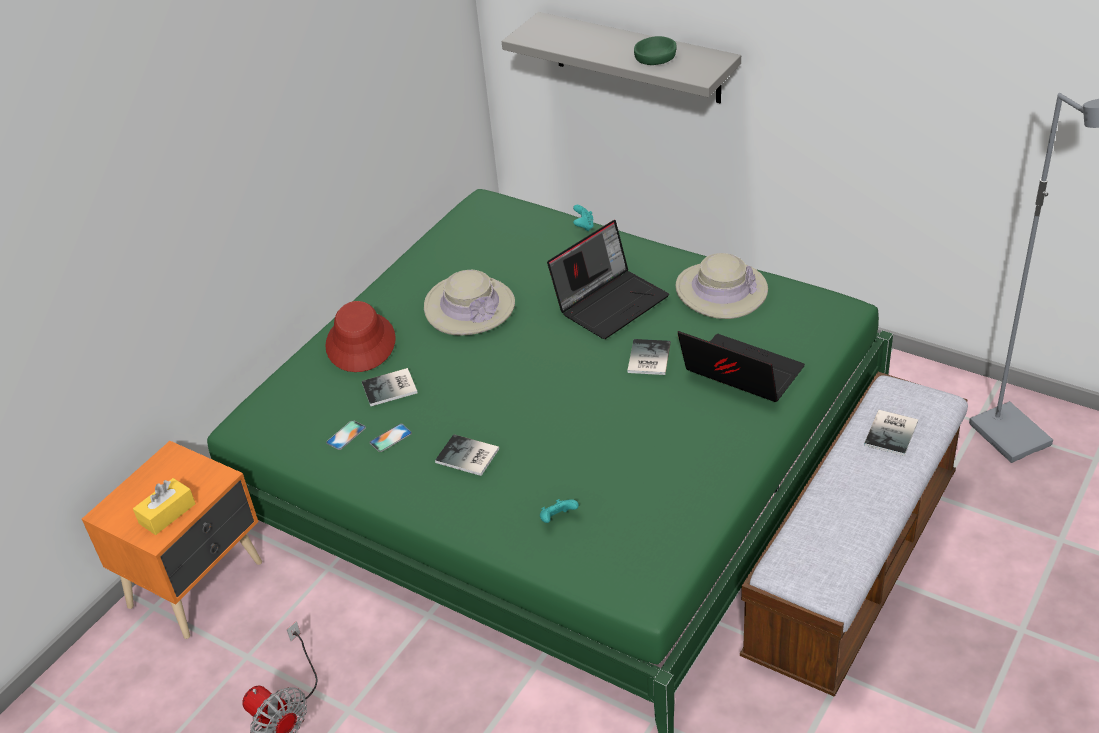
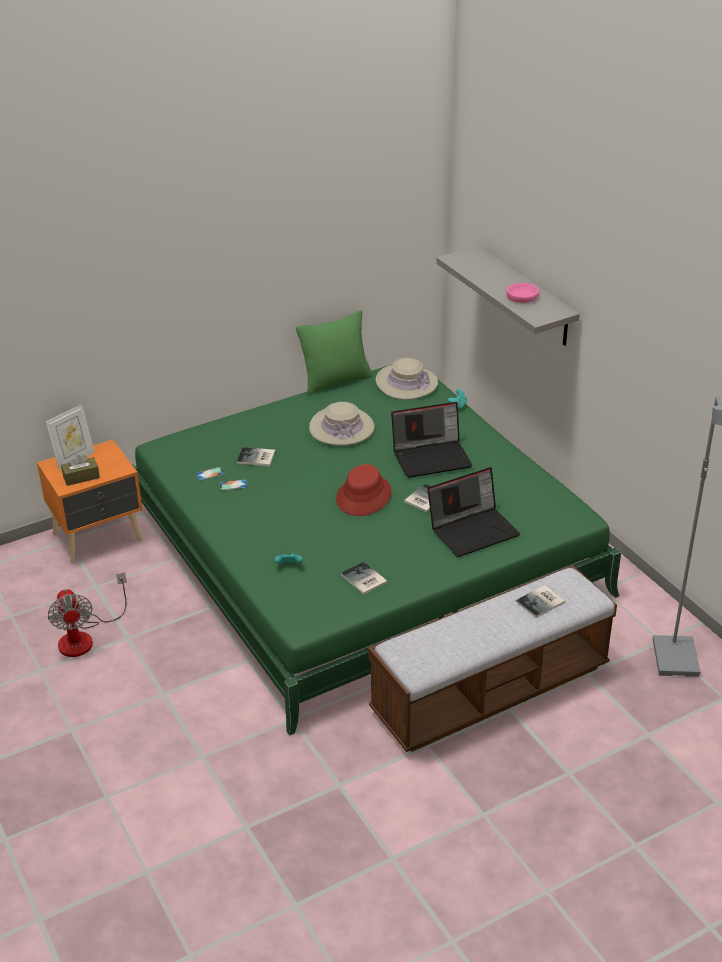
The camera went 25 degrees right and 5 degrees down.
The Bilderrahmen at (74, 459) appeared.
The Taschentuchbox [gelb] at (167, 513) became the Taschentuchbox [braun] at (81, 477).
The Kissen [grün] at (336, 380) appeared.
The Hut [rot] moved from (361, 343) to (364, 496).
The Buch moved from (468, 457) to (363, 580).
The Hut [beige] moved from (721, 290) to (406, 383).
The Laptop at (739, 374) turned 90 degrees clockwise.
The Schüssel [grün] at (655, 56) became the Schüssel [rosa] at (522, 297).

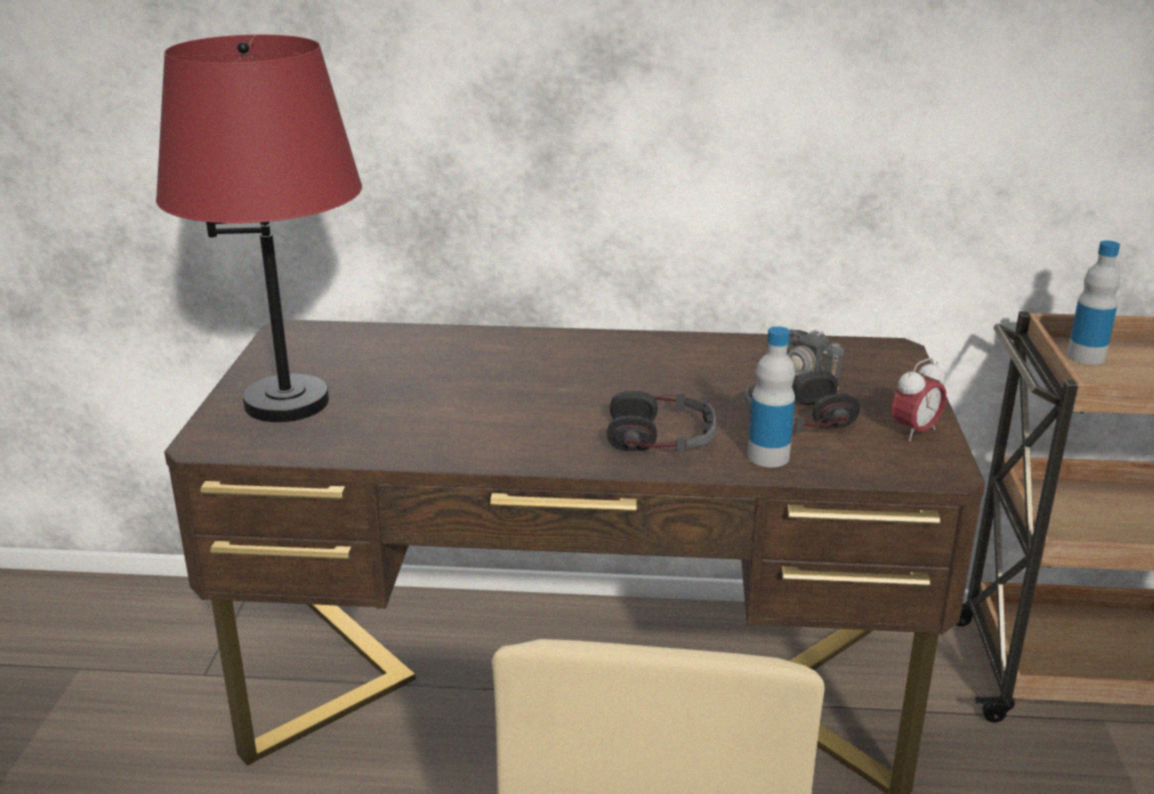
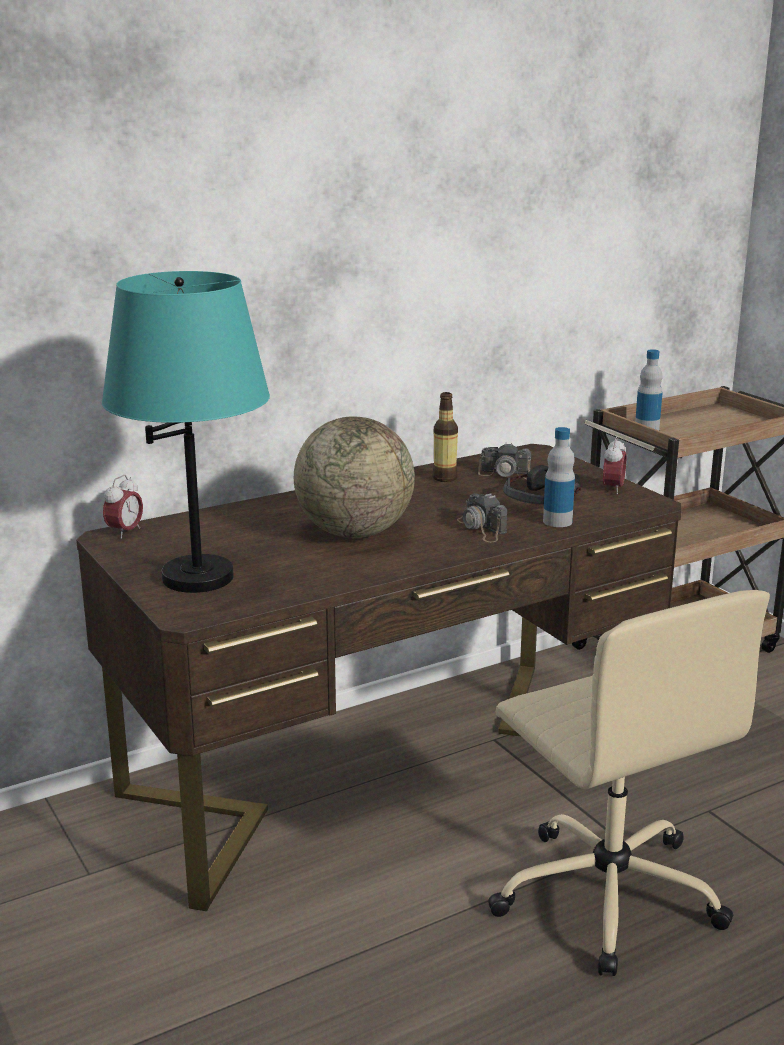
The camera went 35 degrees left and 5 degrees down.
The Tischlampe [rot] at (288, 402) became the Tischlampe [türkis] at (198, 577).
The Wecker at (125, 532) appeared.
The Globus at (354, 533) appeared.
The Flasche at (444, 478) appeared.
The Kopfhörer at (661, 437) was replaced by the Kamera at (482, 528).

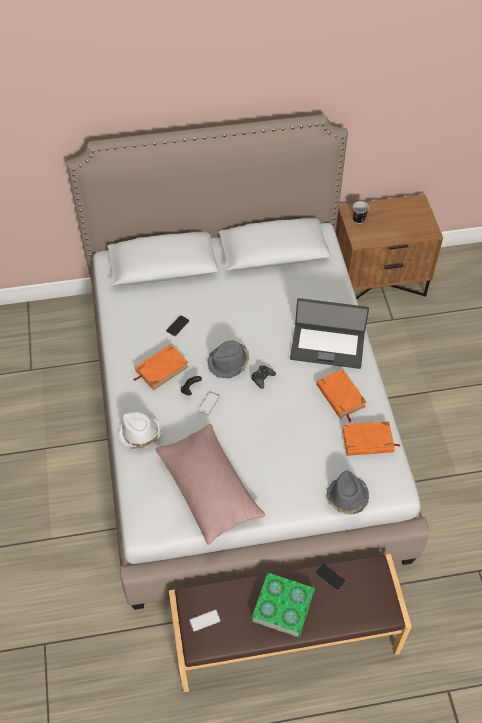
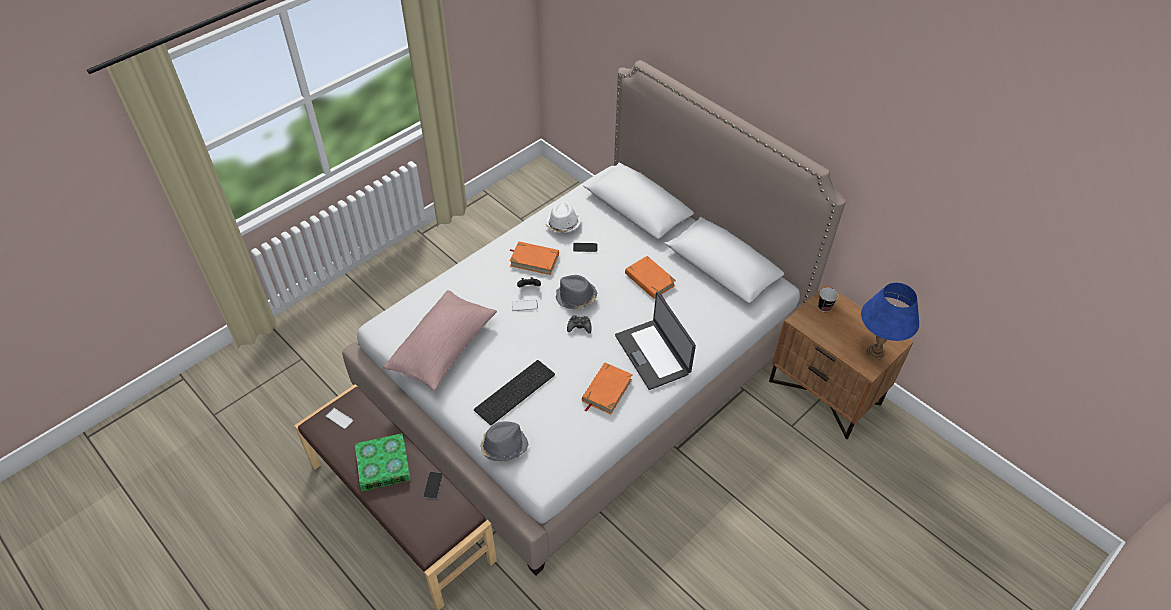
The camera went 55 degrees right and 5 degrees down.
The Tastatur at (515, 393) appeared.
The Hut [weiß] moved from (139, 434) to (563, 224).
The Buch [orange] moved from (368, 441) to (649, 280).
The Tischlampe [blau] at (875, 353) appeared.

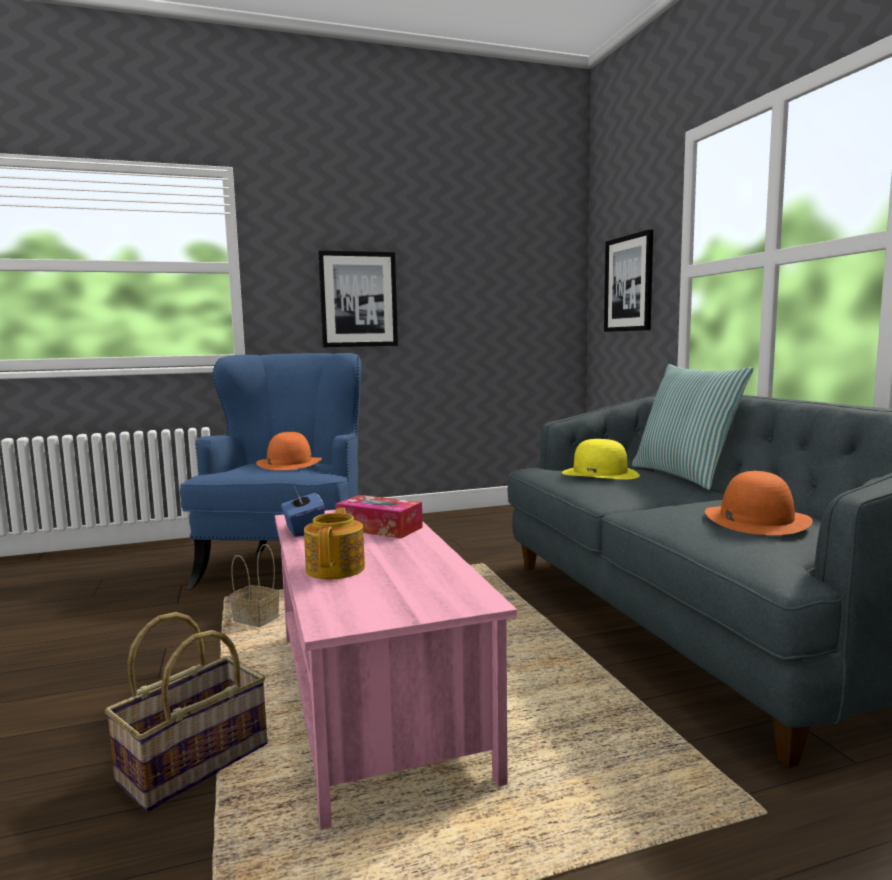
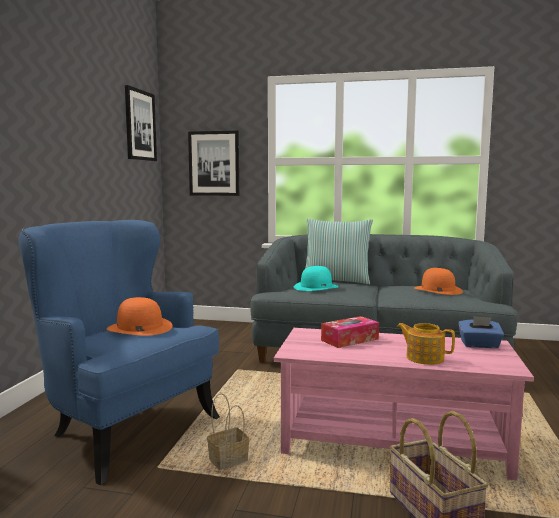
The camera went 60 degrees left and 0 degrees up.
The Bild moved from (358, 299) to (140, 125).
The Hut [gelb] at (600, 473) became the Hut [türkis] at (316, 287).
The Taschentuchbox [blau] moved from (303, 530) to (479, 345).

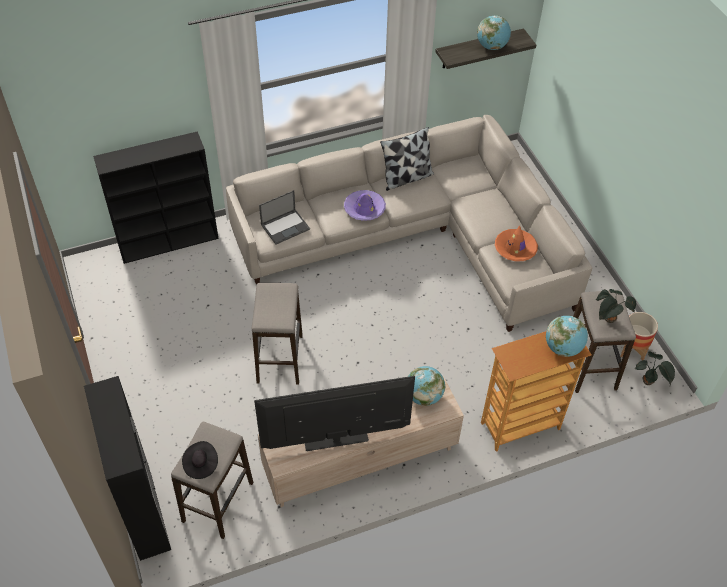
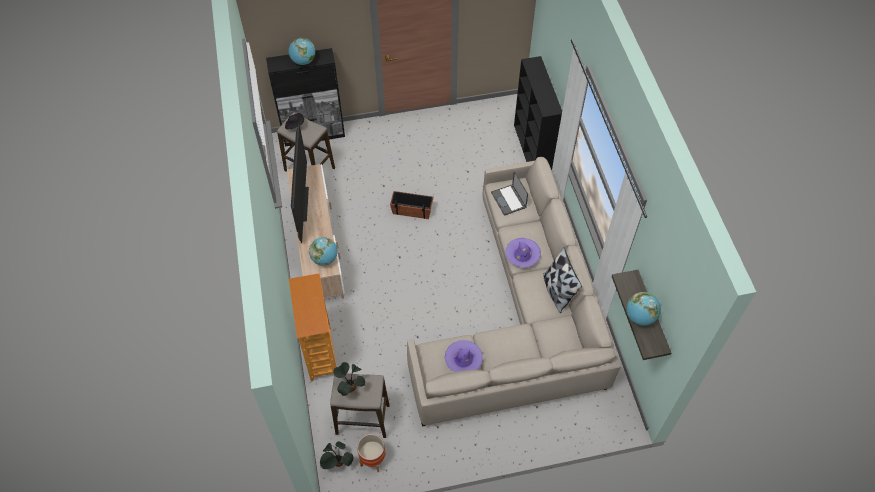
The camera went 100 degrees right and 5 degrees up.
The Globus moved from (563, 348) to (303, 61).
The Hocker at (280, 359) was replaced by the Pflanzkübel at (412, 210).
The Hut [orange] at (515, 249) became the Hut [lila] at (463, 359).

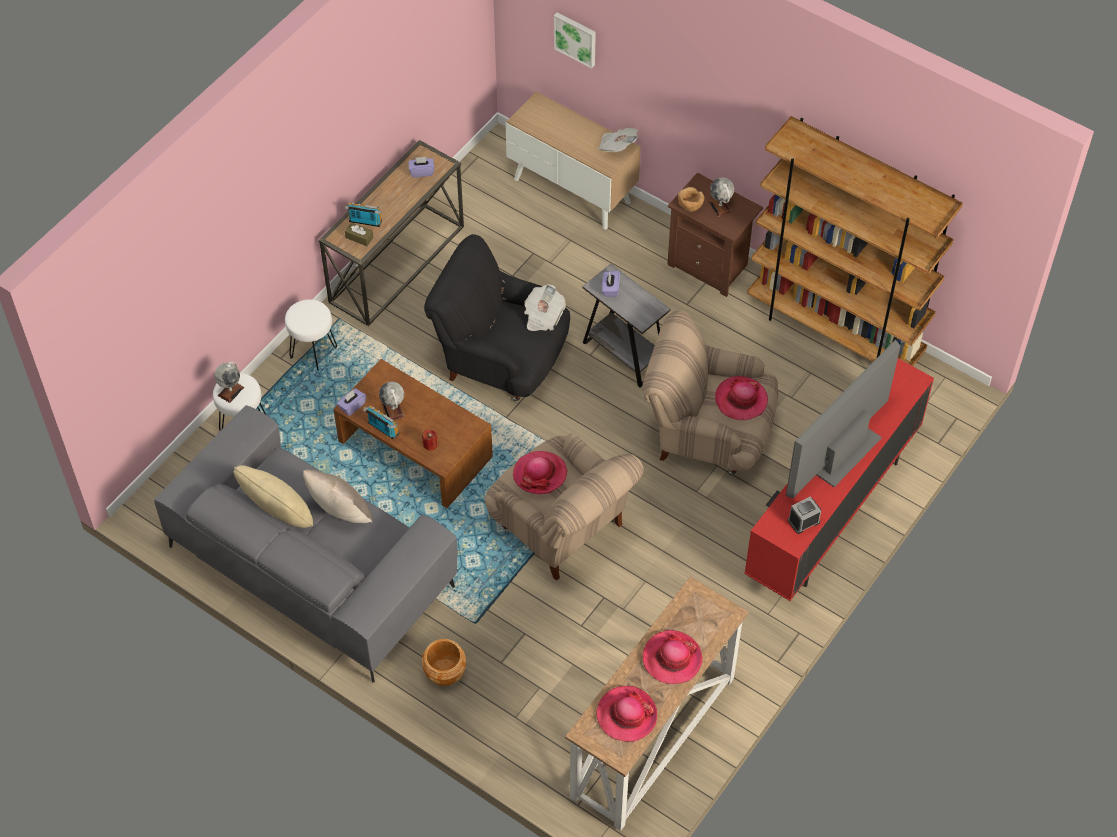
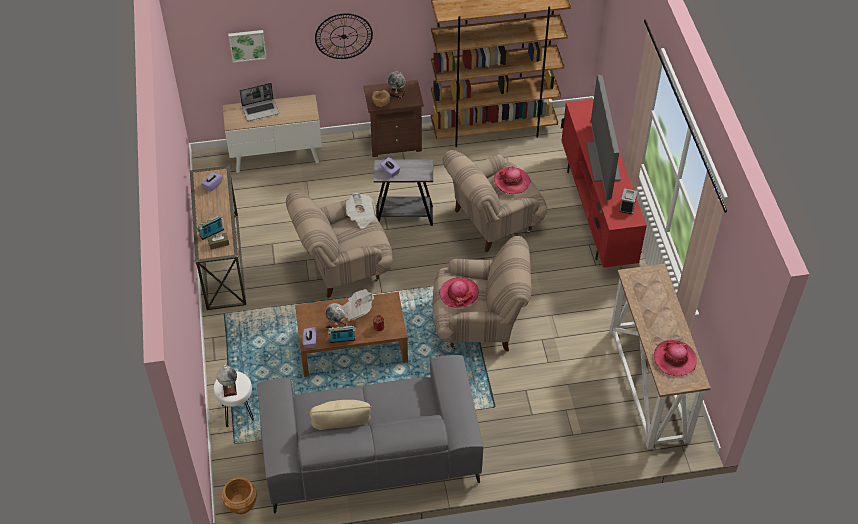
The camera went 45 degrees left and 5 degrees down.
The Pflanzkübel [braun] moved from (444, 673) to (241, 504).
The Laptop at (261, 110) appeared.
The Sessel [schwarz] at (501, 360) became the Sessel [beige] at (343, 266).
The Wanduhr at (343, 36) appeared.
The Zeitung moved from (617, 147) to (357, 310).
The Hocker [weiß] at (313, 352) disappeared.
The Kissen [beige] at (340, 513) disappeared.
The Hut at (672, 659) disappeared.

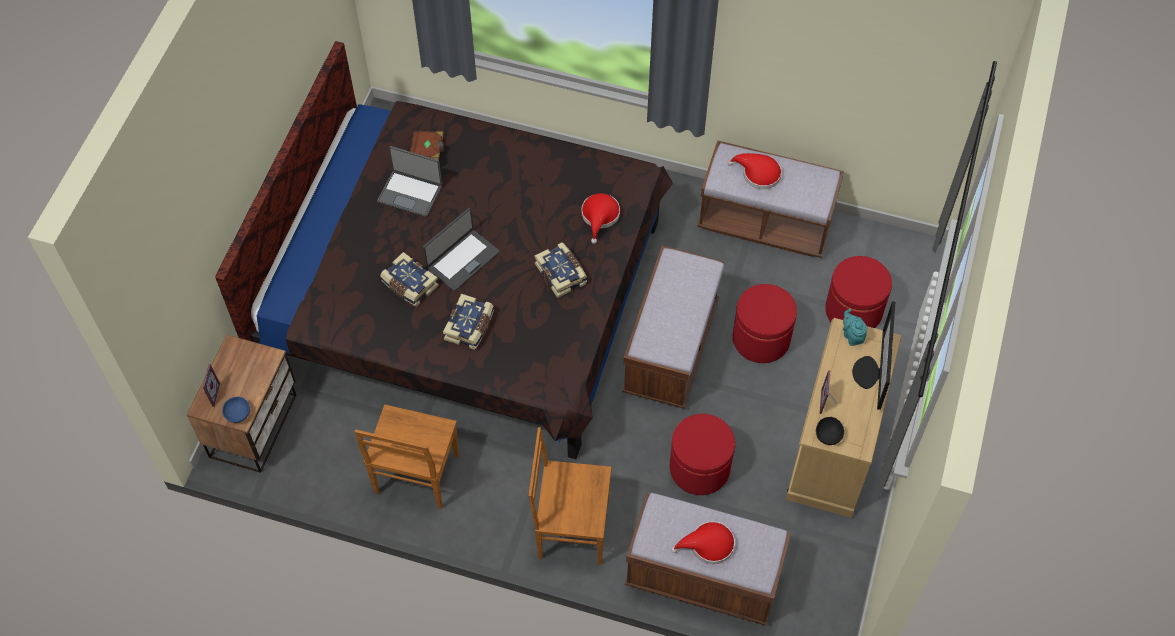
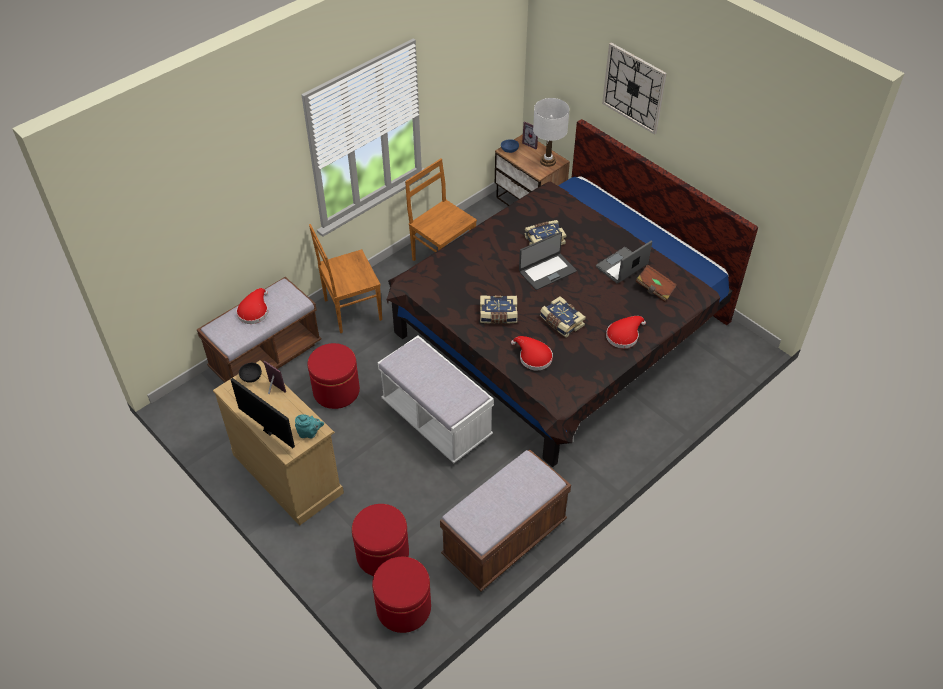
The camera went 120 degrees right and 10 degrees down.
The Stuhl [braun] at (571, 528) turned 150 degrees counterclockwise.
The Polsterhocker [rot] moved from (761, 339) to (403, 608).
The Bank [braun] at (670, 348) became the Bank [weiß] at (436, 420).
The Laptop at (462, 259) turned 105 degrees counterclockwise.
The Tischlampe [weiß] at (548, 161) appeared.
The Buch moved from (470, 327) to (561, 322).
The Wanduhr at (634, 88) appeared.
The Hut [rot] moved from (758, 174) to (624, 335).

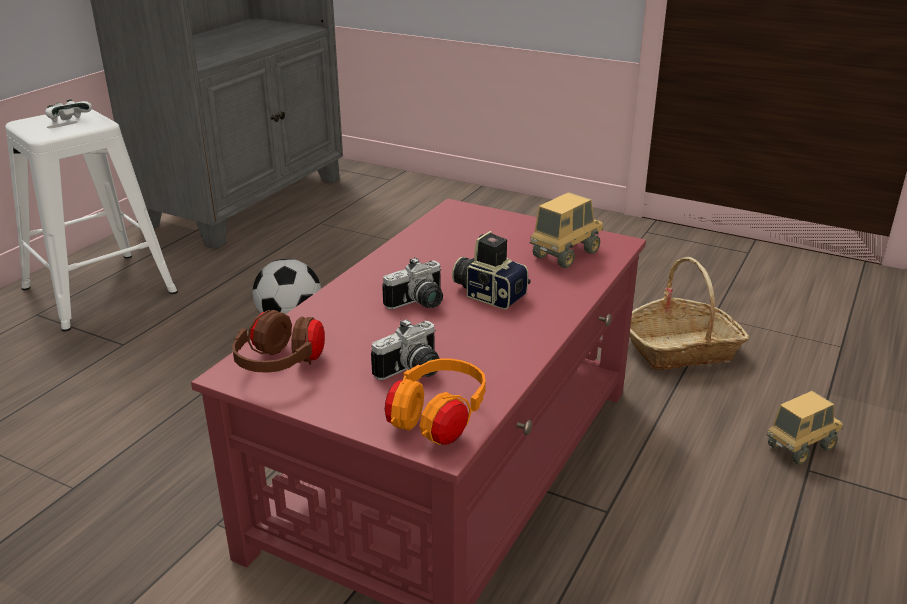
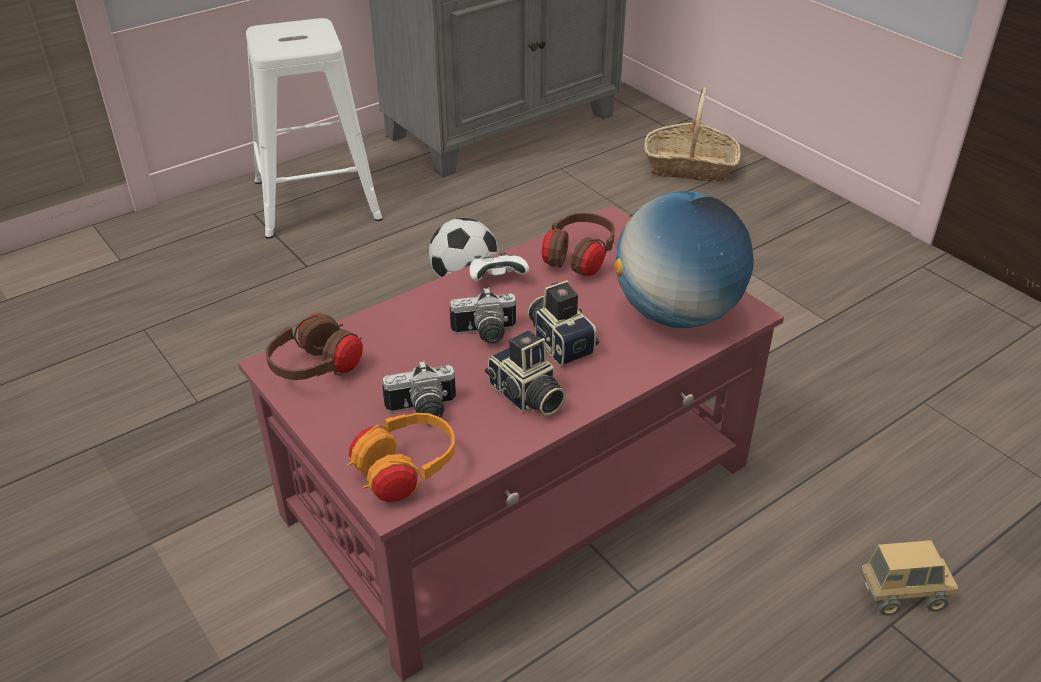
The camera went 25 degrees right and 10 degrees up.
The Gamepad [weiß] moved from (69, 121) to (497, 279).
The Kamera at (525, 396) appeared.
The Kopfhörer [braun] at (578, 260) appeared.
The Spielzeuglaster at (565, 255) was replaced by the Globus at (676, 314).
The Korb moved from (682, 349) to (690, 167).

